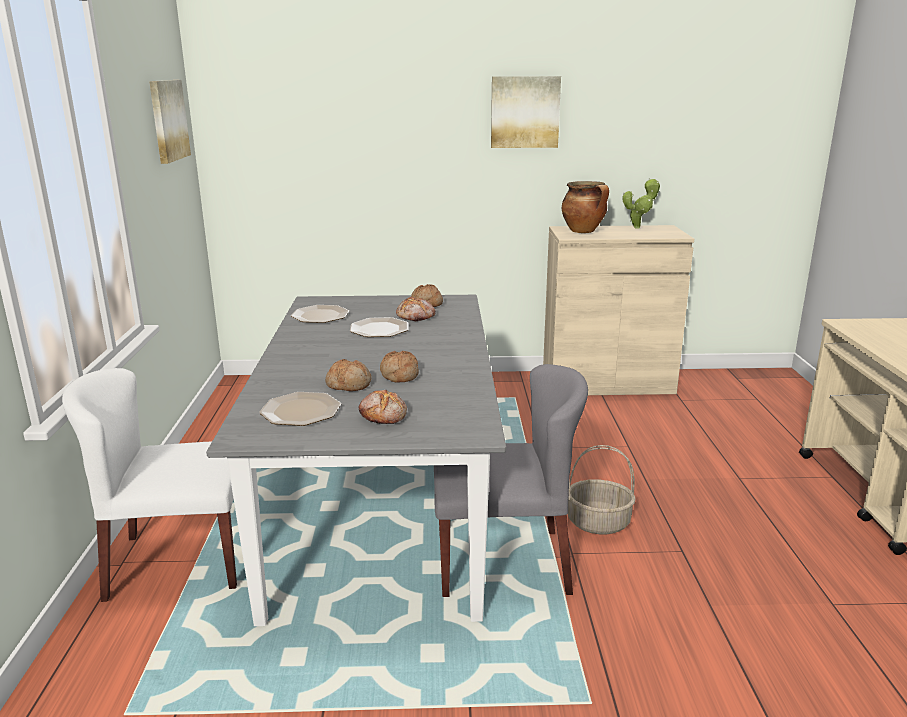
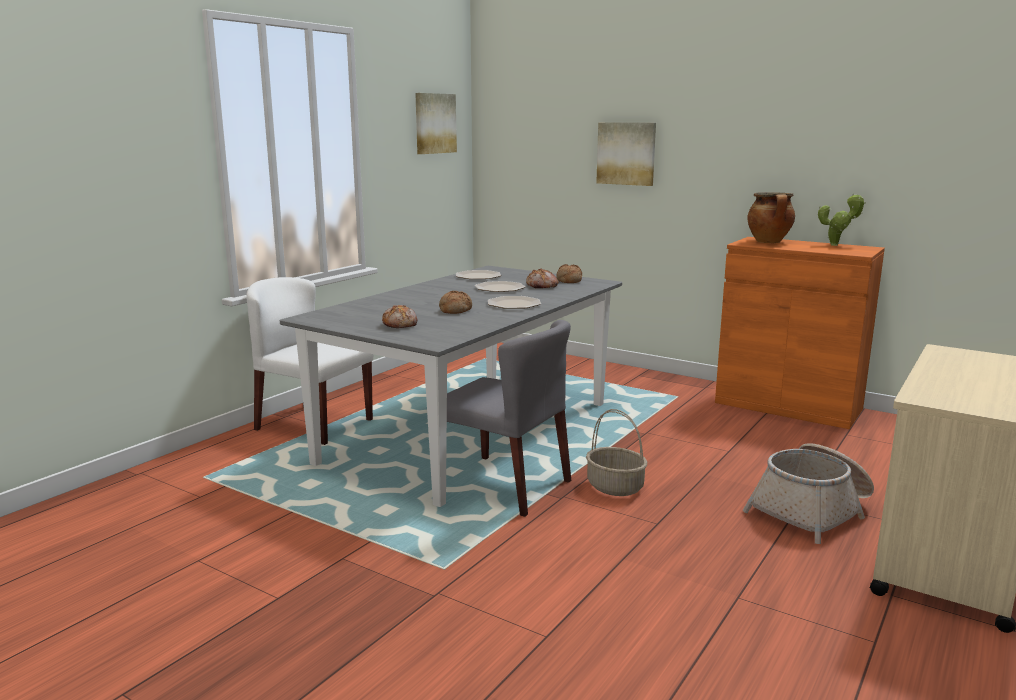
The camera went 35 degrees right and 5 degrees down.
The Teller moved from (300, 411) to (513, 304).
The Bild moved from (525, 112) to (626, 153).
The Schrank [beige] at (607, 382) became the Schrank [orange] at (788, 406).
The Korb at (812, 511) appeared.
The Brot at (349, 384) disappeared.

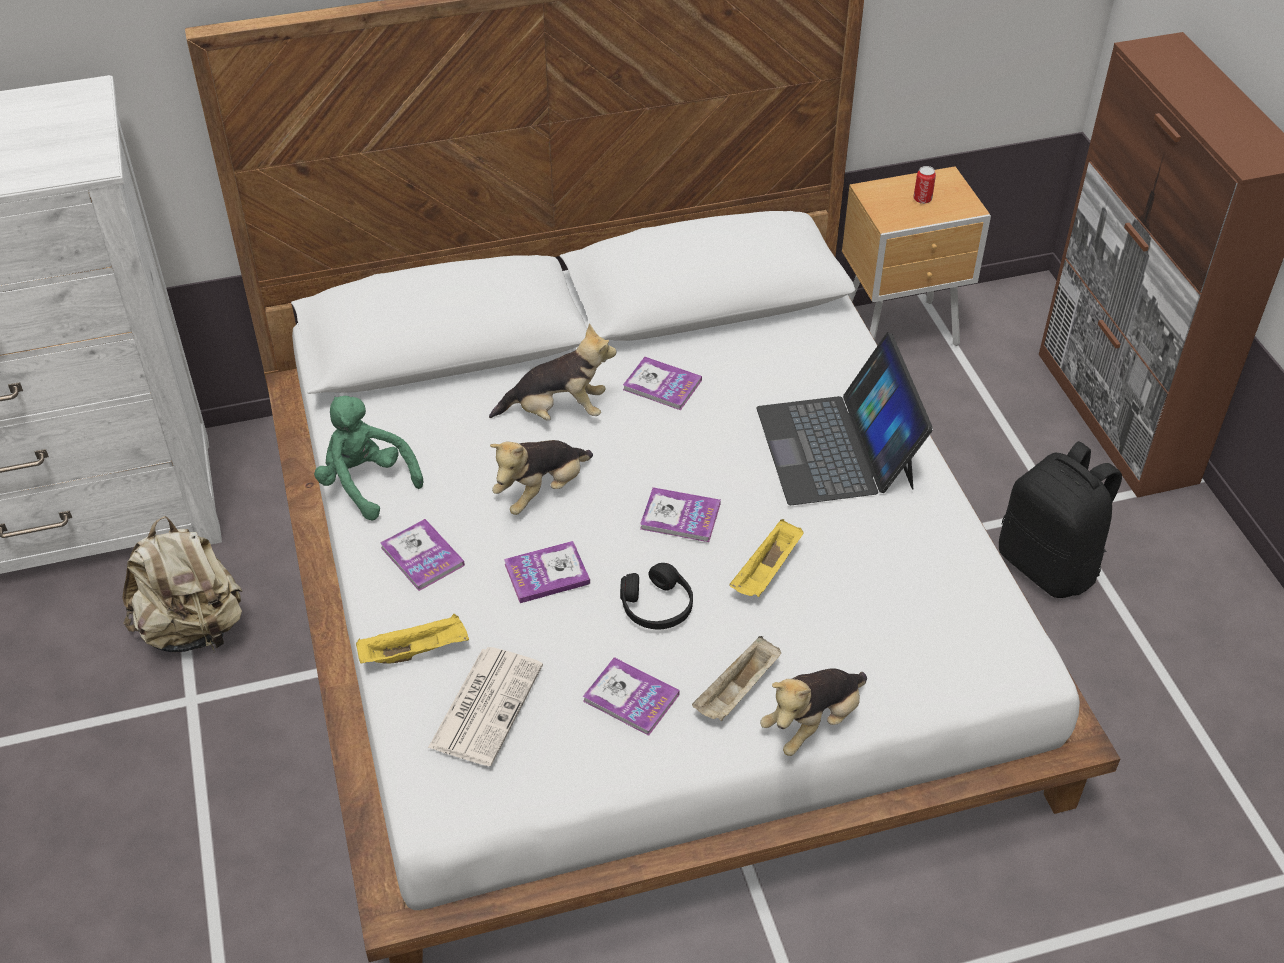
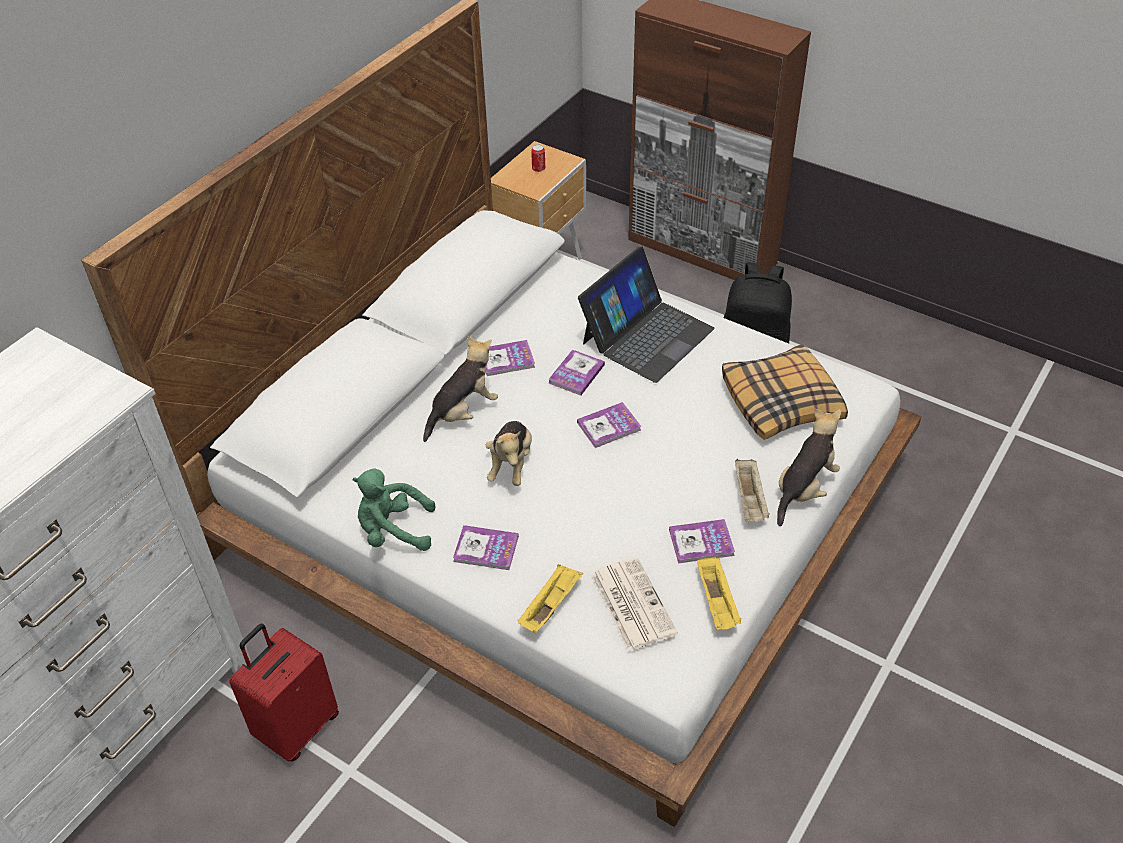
The camera went 40 degrees left and 0 degrees up.
The Rucksack [beige] at (193, 629) was replaced by the Koffer [rot] at (296, 727).
The Buch moved from (547, 574) to (576, 374).
The Laptop at (837, 447) turned 90 degrees counterclockwise.
The Tablett [gelb] moved from (766, 572) to (717, 602).
The Kissen at (782, 402) appeared.
The Plüschtier at (813, 723) turned 150 degrees counterclockwise.
The Kopfhörer [schwarz] at (657, 606) disappeared.

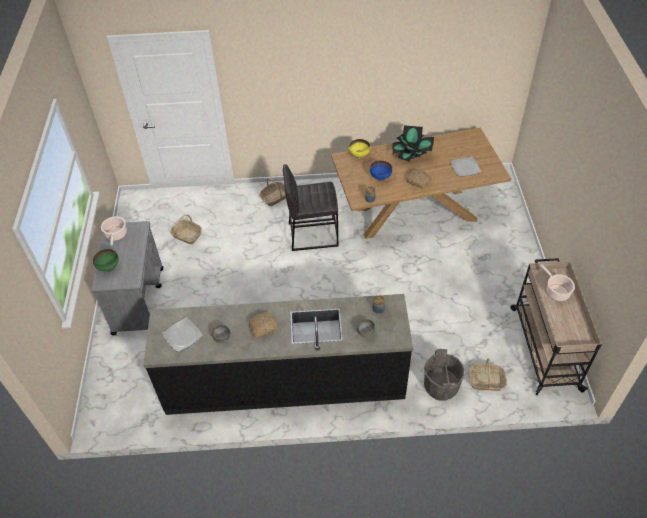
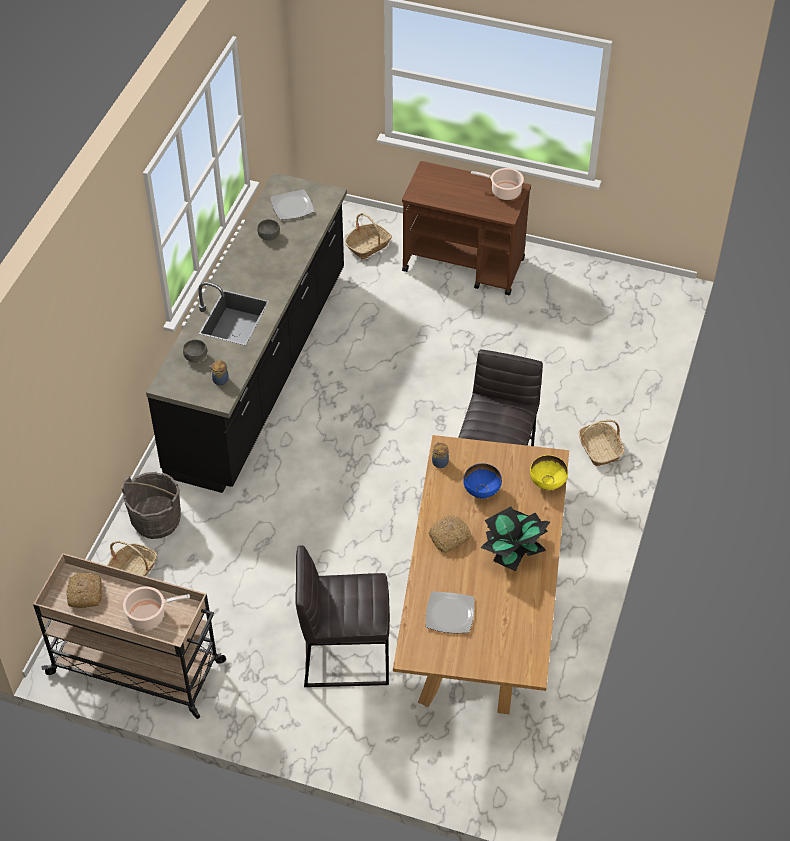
The camera went 110 degrees right and 0 degrees up.
The Brot moved from (263, 327) to (84, 593).
The Hocker [grau] at (345, 655) appeared.
The Korb moved from (187, 235) to (368, 246).
The Rollwagen [grau] at (139, 300) became the Rollwagen [braun] at (464, 265).
The Schüssel [grün] at (108, 267) disappeared.

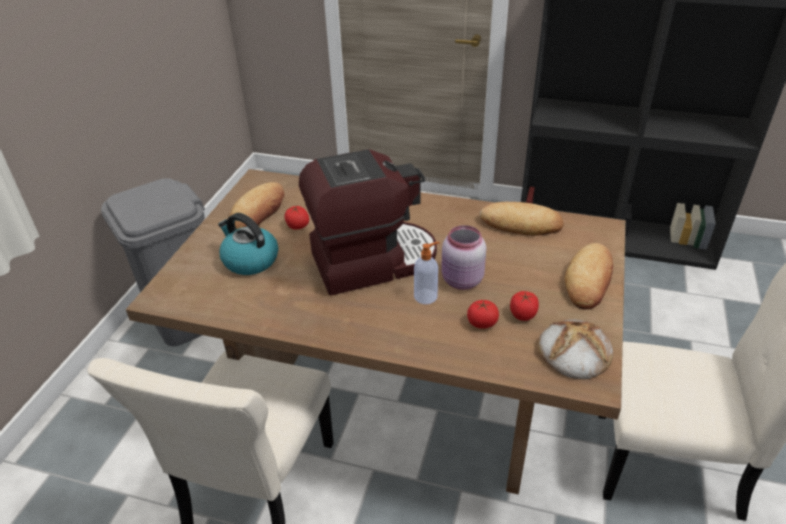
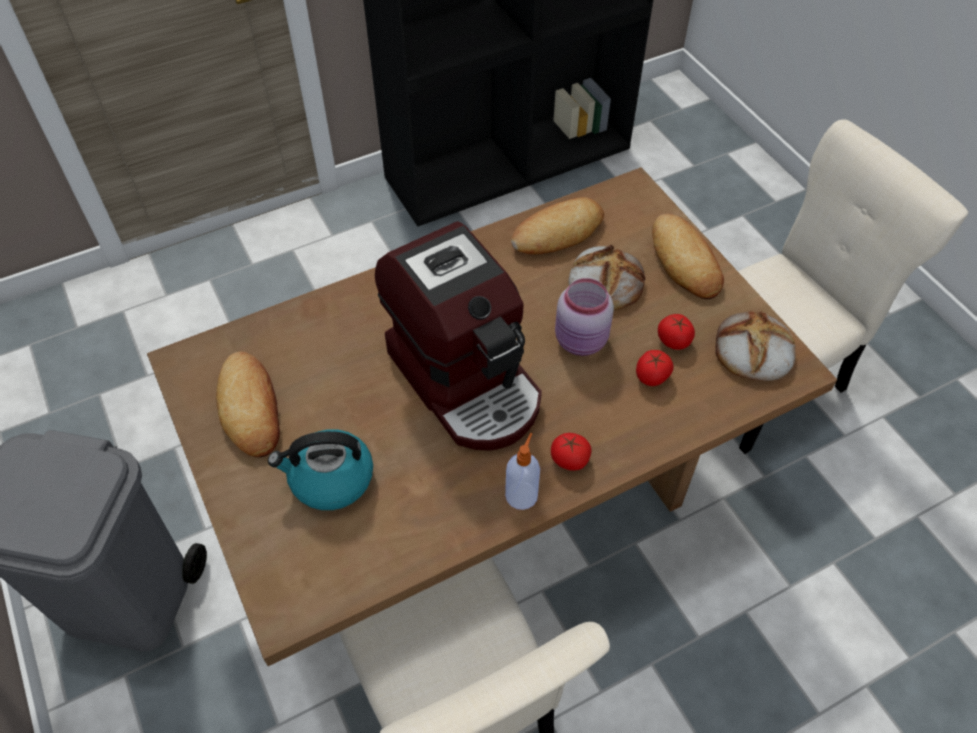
The camera went 45 degrees left and 15 degrees up.
The Kaffeemaschine at (372, 261) turned 120 degrees clockwise.
The Seifenspender moved from (426, 296) to (522, 494).
The Tomate moved from (297, 226) to (569, 460).
The Brot at (605, 282) appeared.

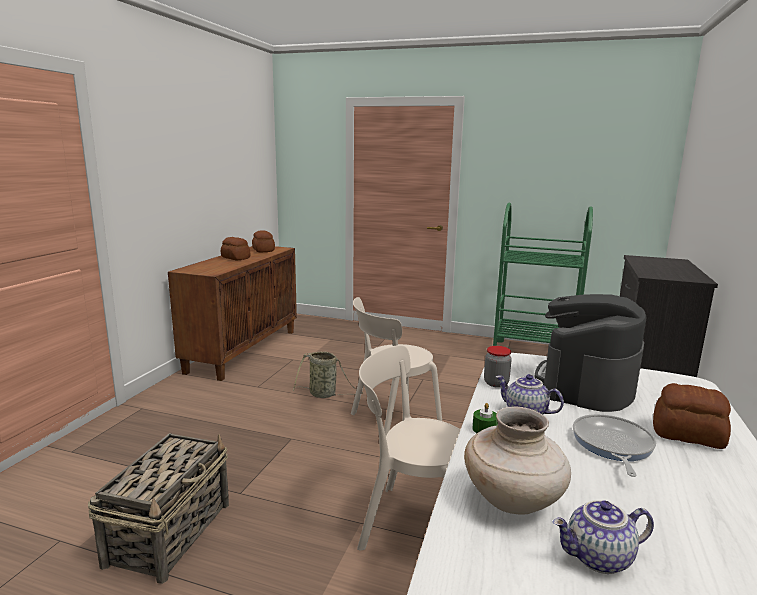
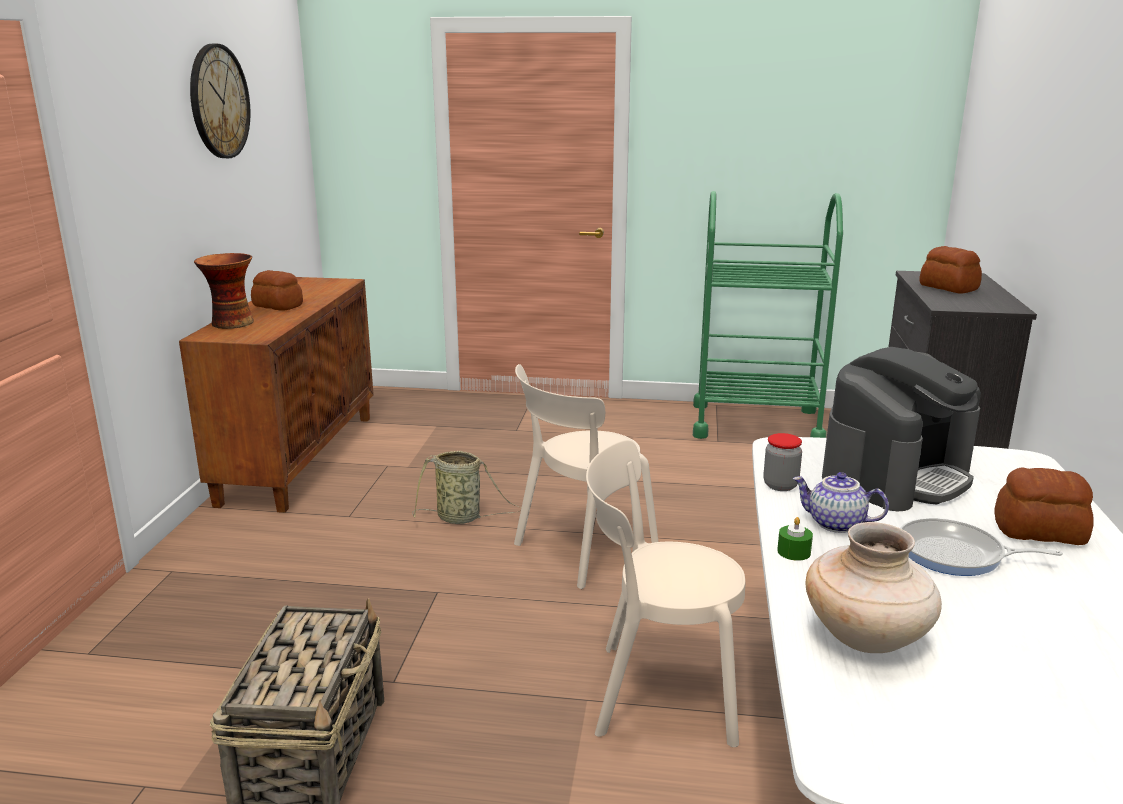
The camera went 10 degrees left and 5 degrees up.
The Wanduhr at (219, 101) appeared.
The Vase at (231, 323) appeared.
The Kaffeemaschine at (586, 384) turned 150 degrees counterclockwise.
The Pfanne at (612, 445) turned 75 degrees counterclockwise.
The Brot moved from (263, 250) to (948, 288).
The Teekanne at (599, 559) disappeared.

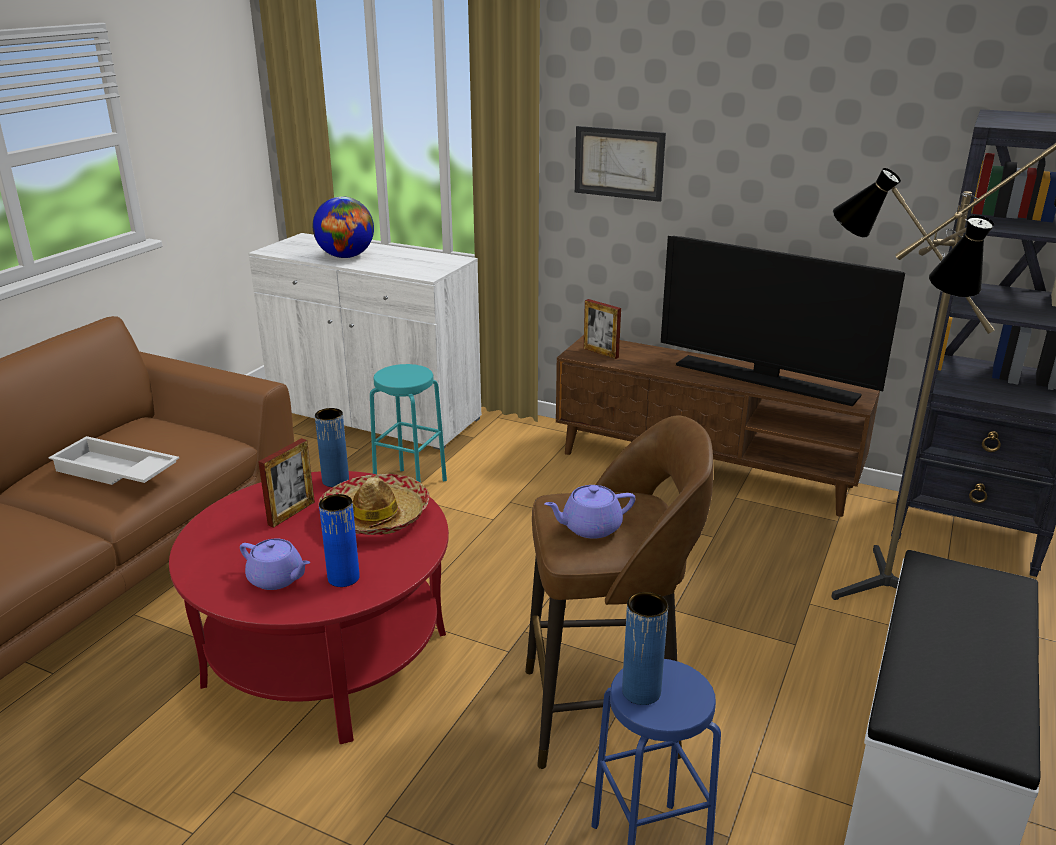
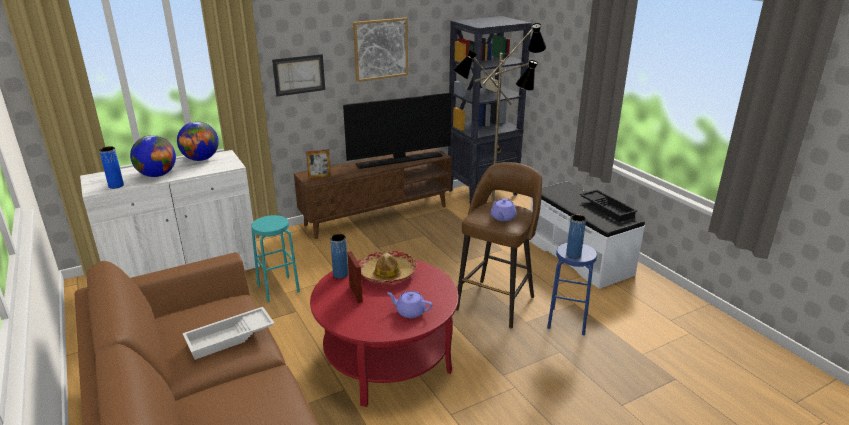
The camera went 55 degrees left and 0 degrees up.
The Vase [blau] moved from (343, 578) to (116, 186).
The Globus at (201, 159) appeared.
The Bild at (380, 49) appeared.
The Teekanne [lila] at (277, 579) turned 135 degrees counterclockwise.
The Tablett [schwarz] at (608, 209) appeared.

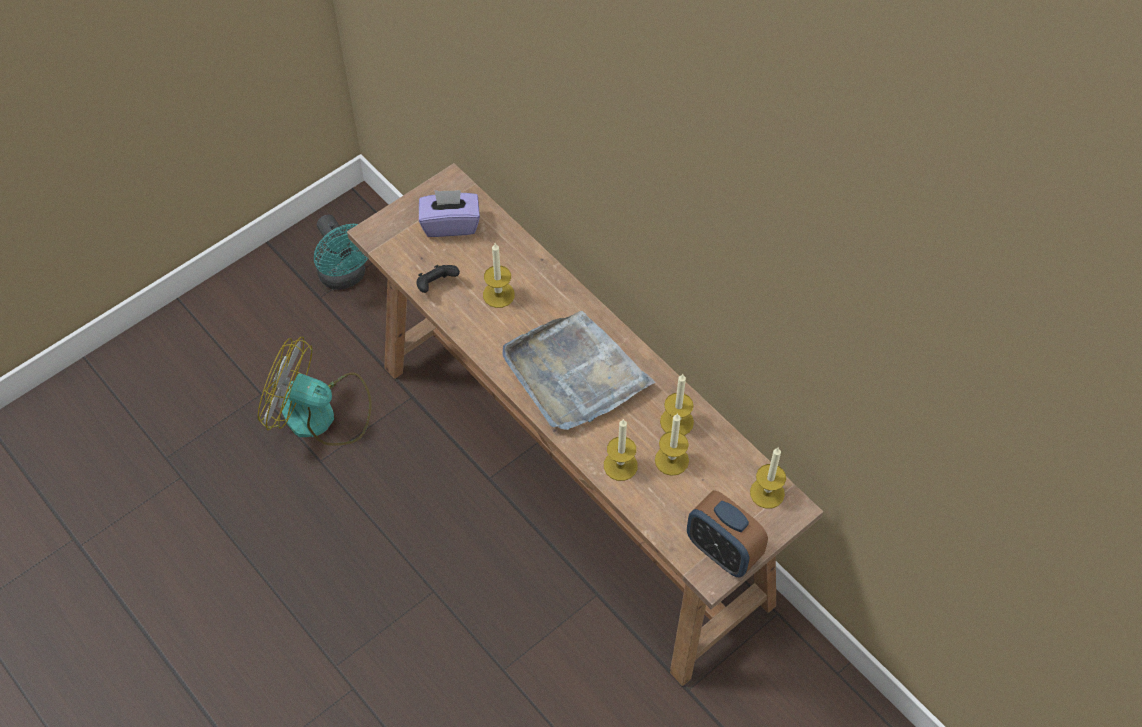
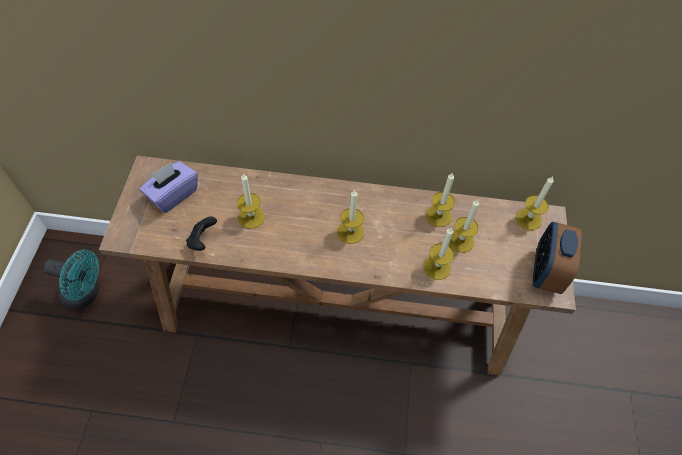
The camera went 45 degrees left and 0 degrees up.
The Tablett [grau] at (574, 374) was replaced by the Kerze at (350, 232).
The Wecker at (722, 551) turned 105 degrees clockwise.
The Ventilator at (321, 414) disappeared.

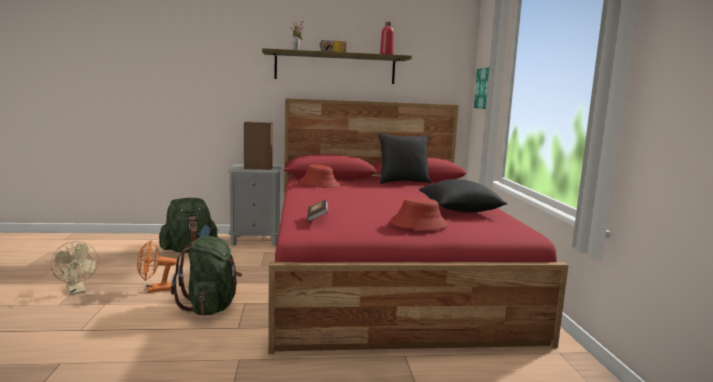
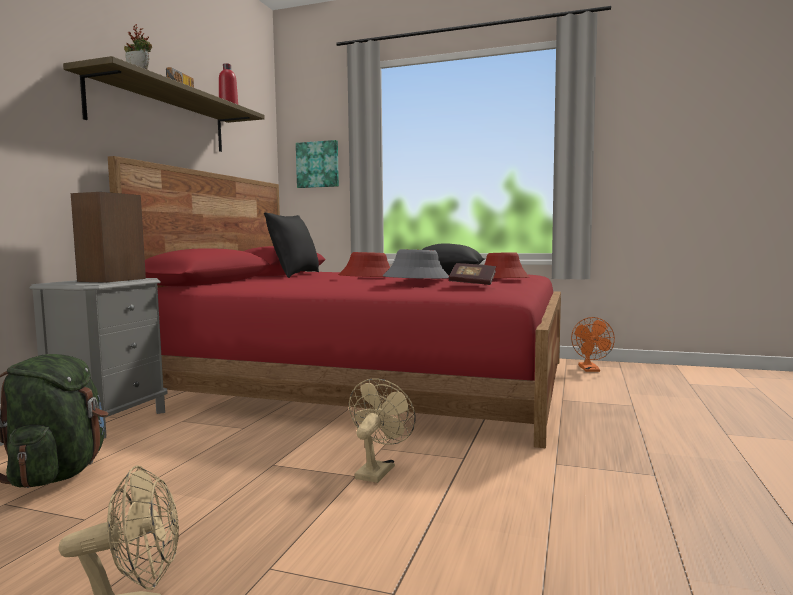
The camera went 65 degrees left and 5 degrees down.
The Hut [rot] moved from (319, 184) to (368, 277).
The Rucksack [grün] at (210, 307) was replaced by the Ventilator [beige] at (377, 470).
The Hut [grau] at (416, 278) appeared.
The Ventilator [orange] moved from (154, 290) to (590, 370).

